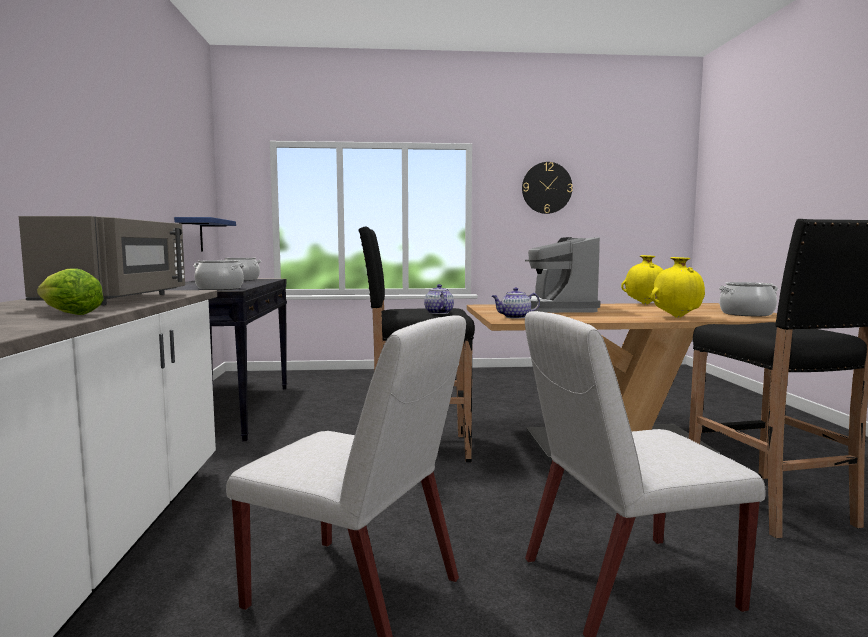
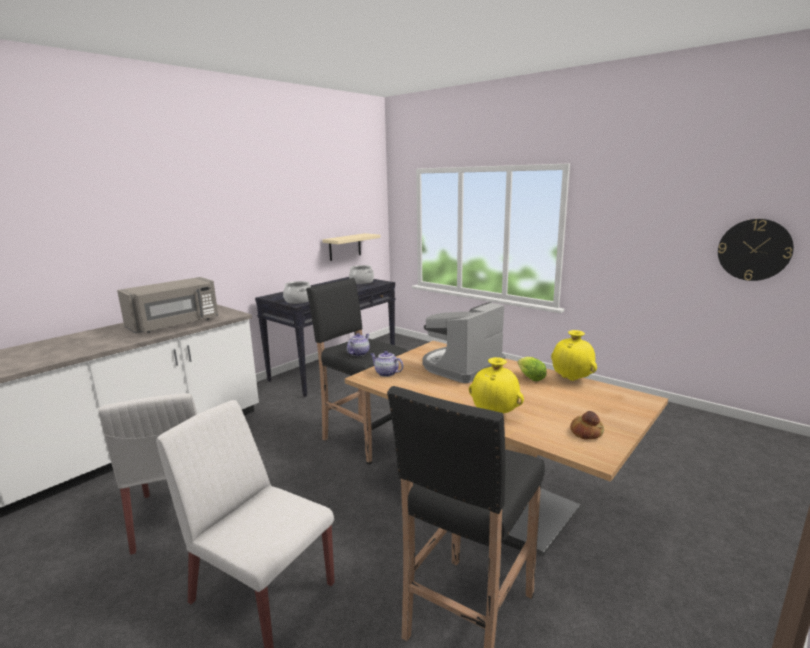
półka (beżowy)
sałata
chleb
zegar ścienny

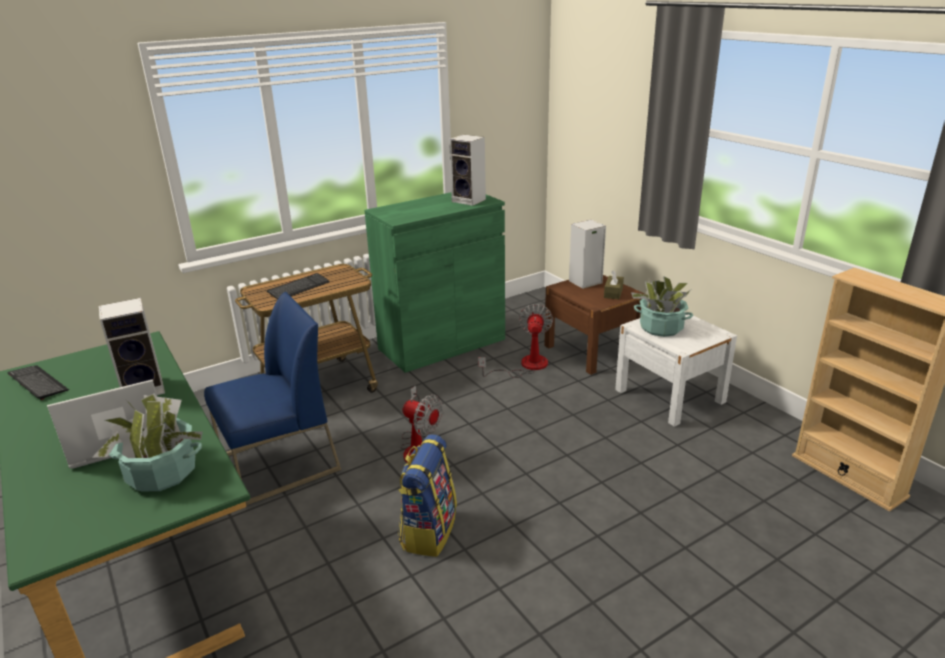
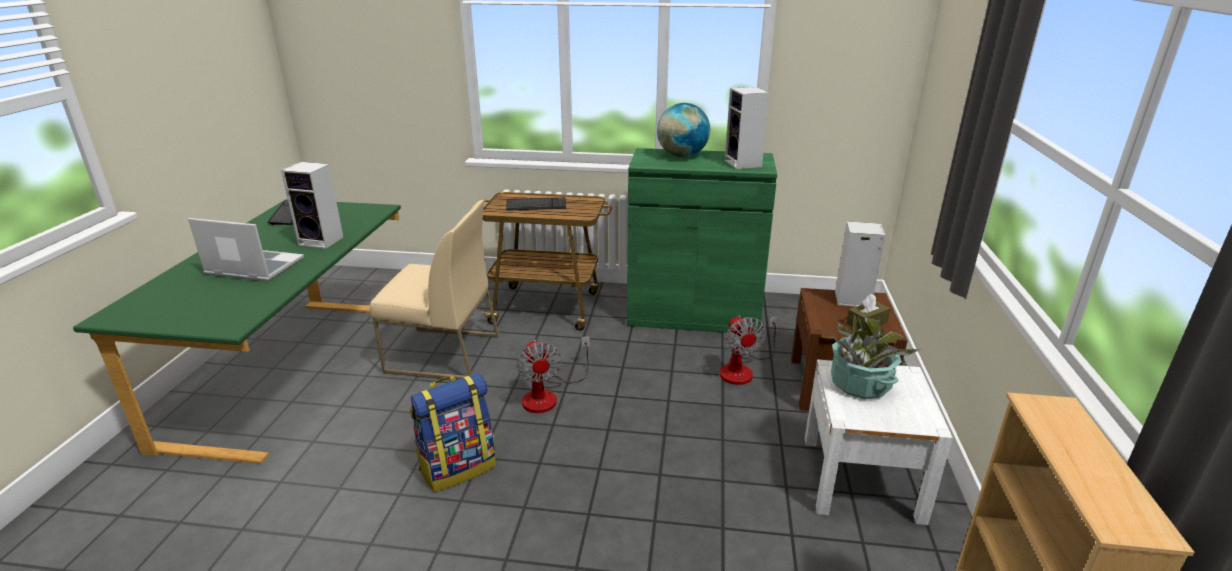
krzesło (beżowy)
globus
wentylator (no. 2 from left)
roślina doniczkowa (no. 1 from left in the first image)

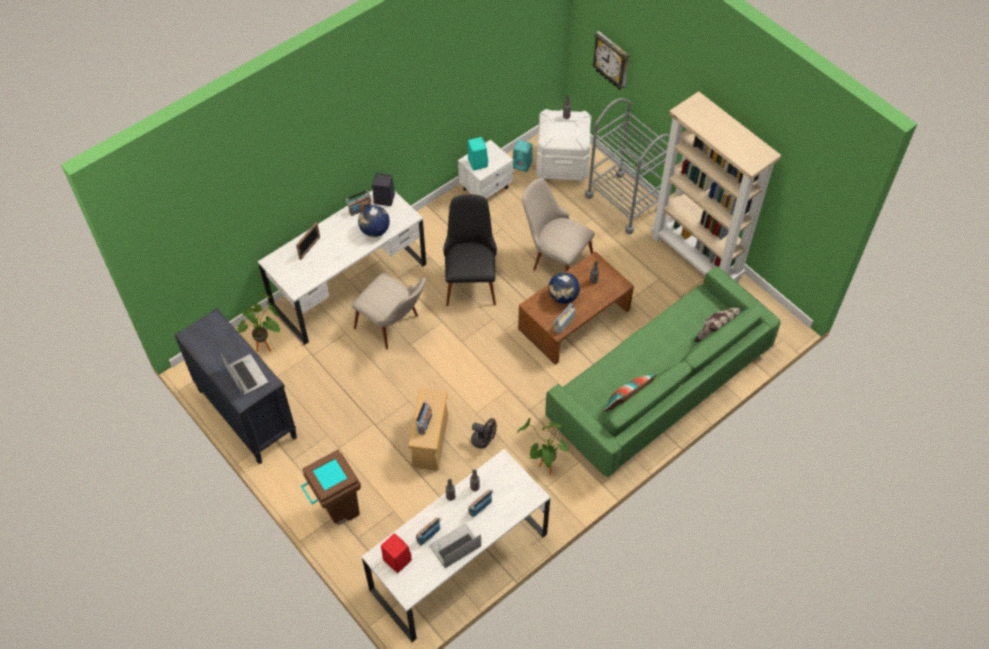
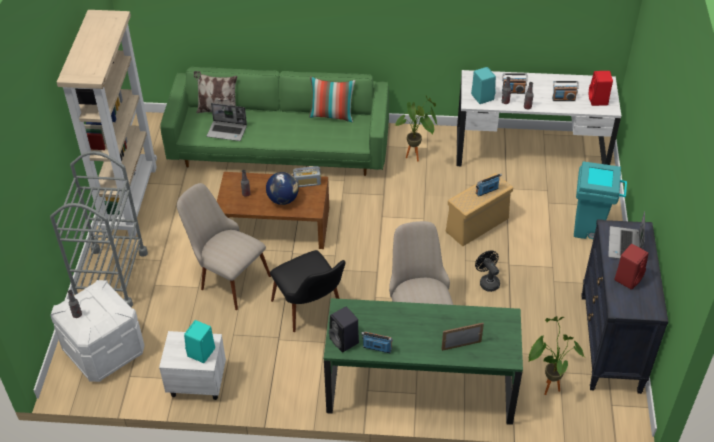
krzesło (beżowy) (no. 1 from left)
laptop (no. 1 from left)
krzesło (czarny)
biurko (zielony)
głośnik (turkusowy) (no. 2 from left)
wentylator (czarny)
kosz na śmieci (turkusowy)
głośnik (czerwony) (no. 2 from left)
globus (no. 1 from left in the first image)
zegar ścienny

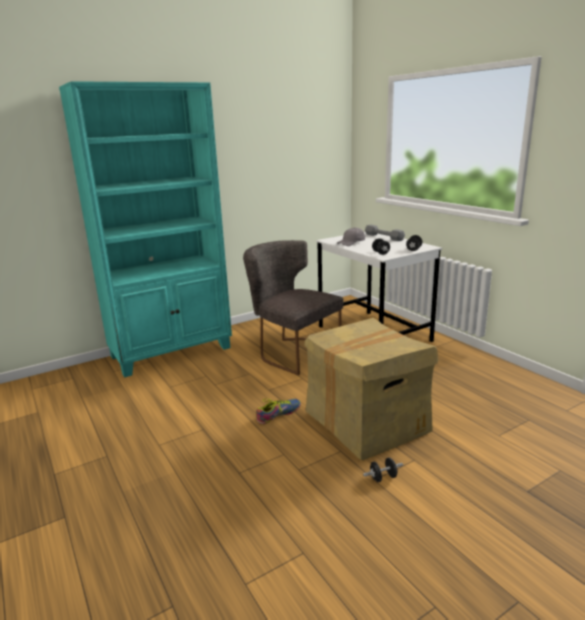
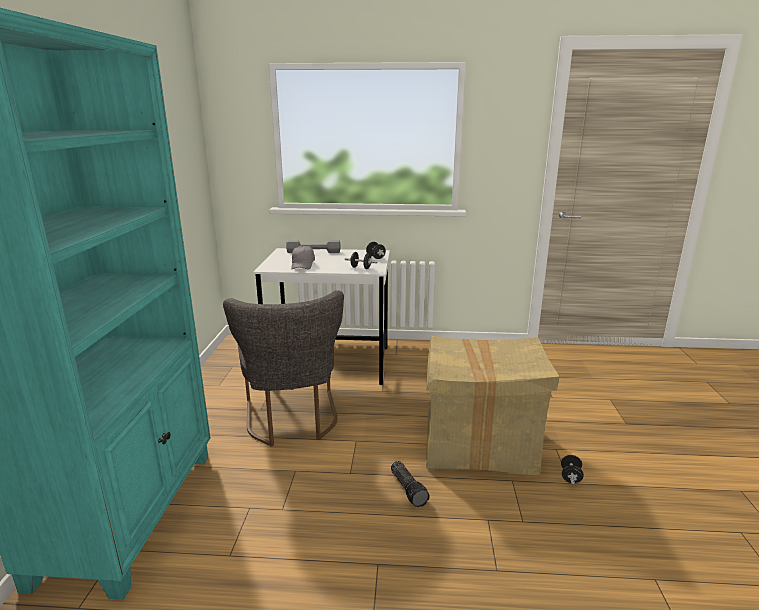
krzesło (szary)
latarka

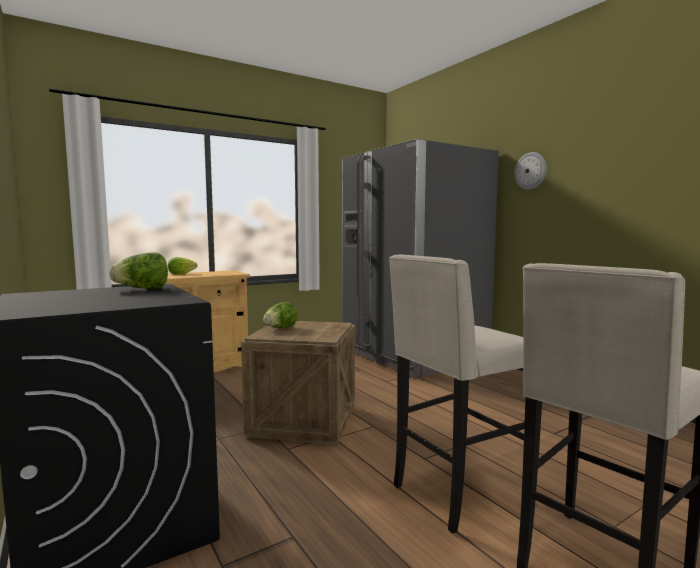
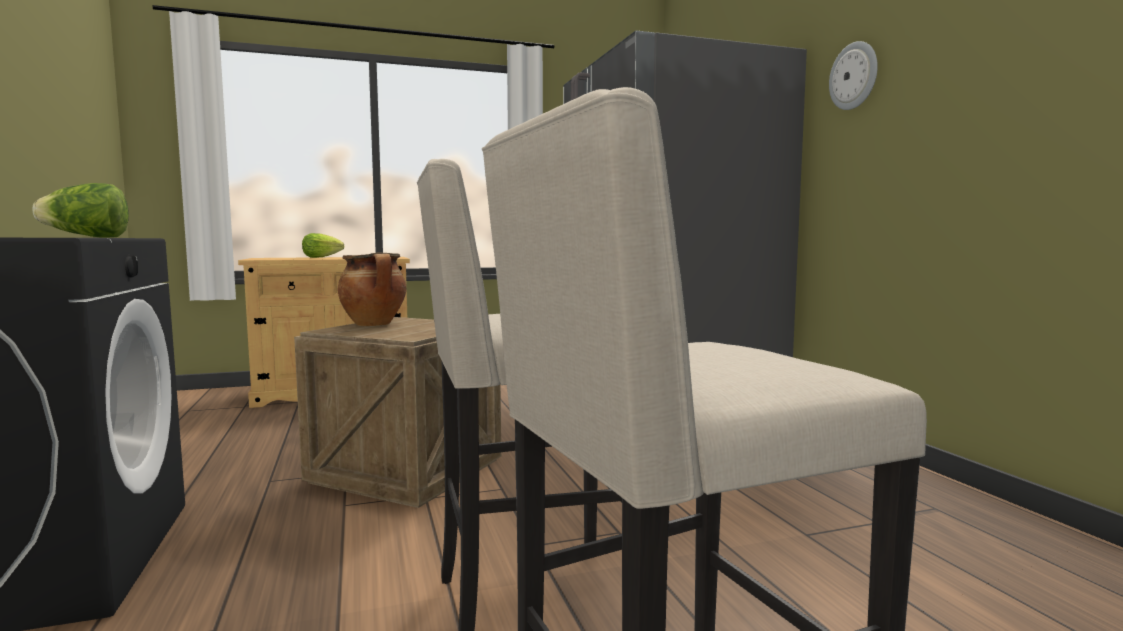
garnek

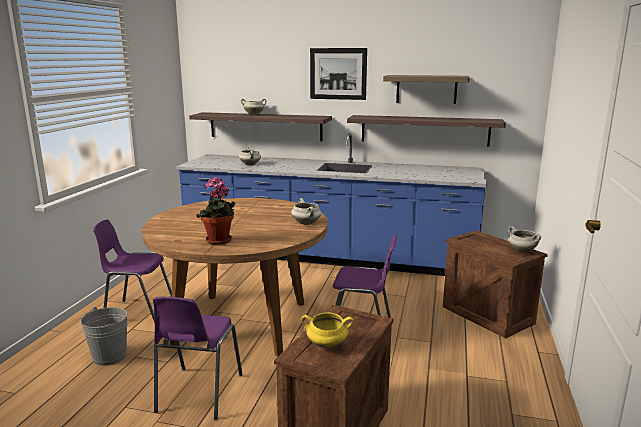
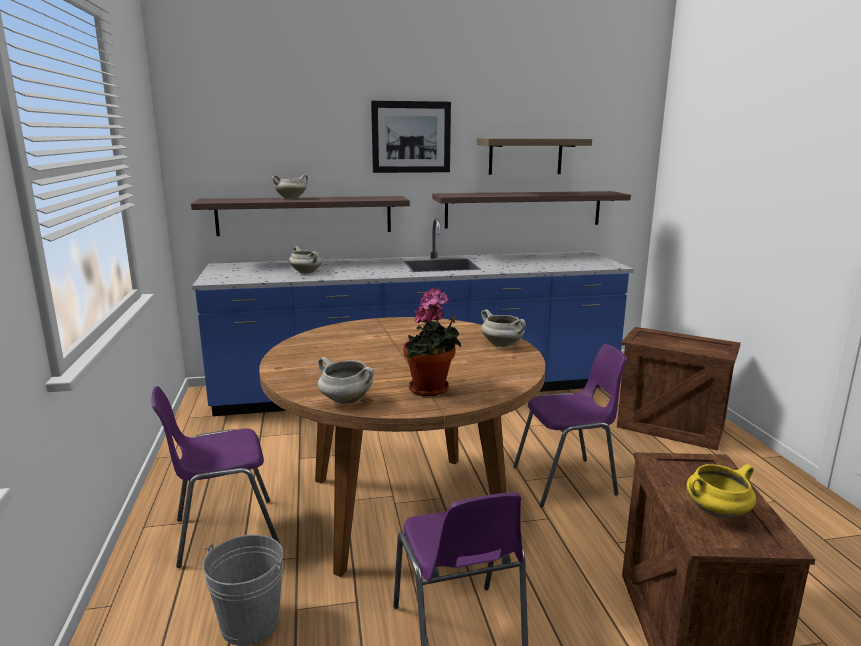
garnek (biały) (no. 3 from left)

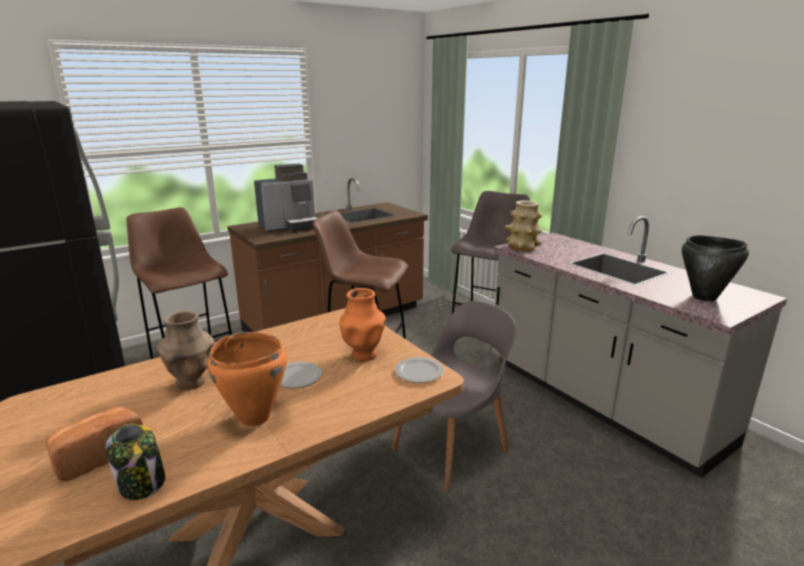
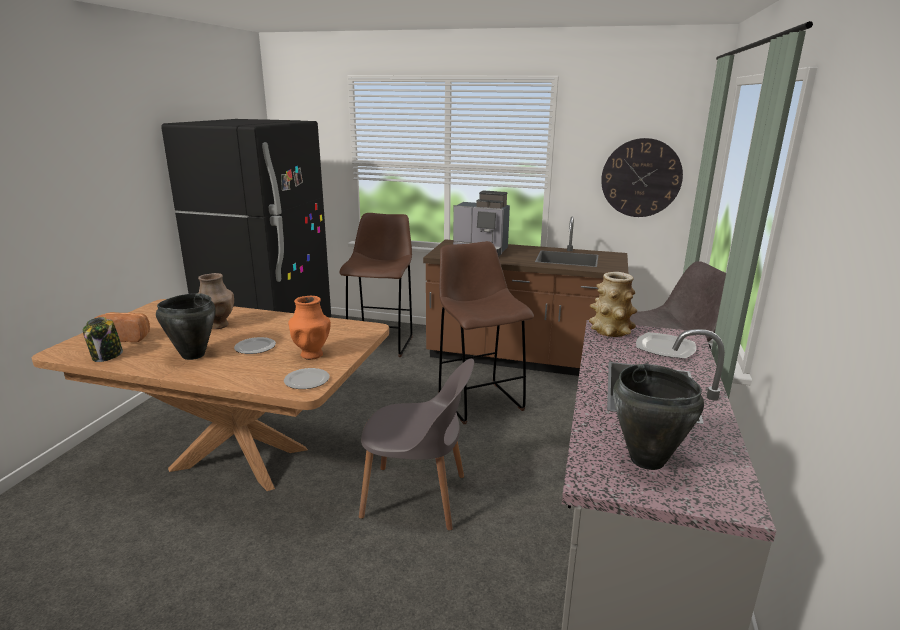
garnek (czarny) (no. 1 from left)
zegar ścienny
talerz (no. 3 from left)

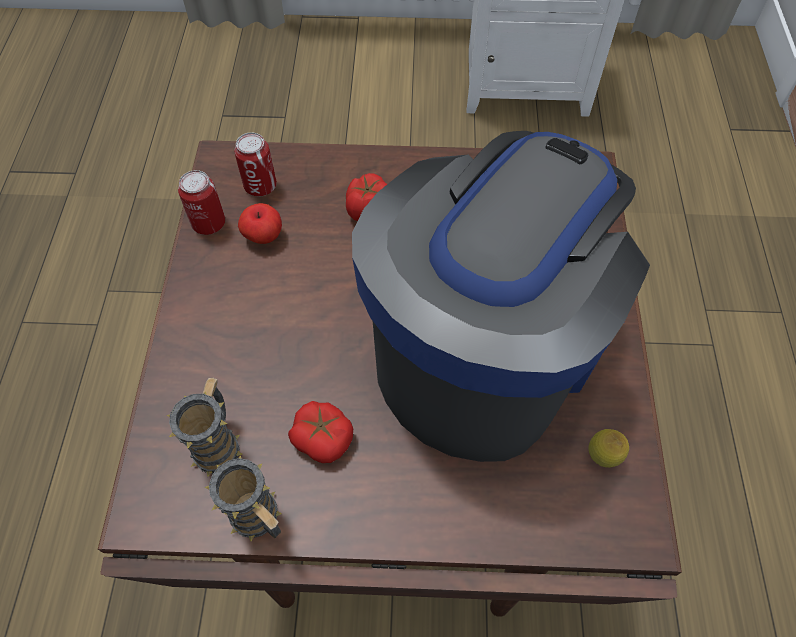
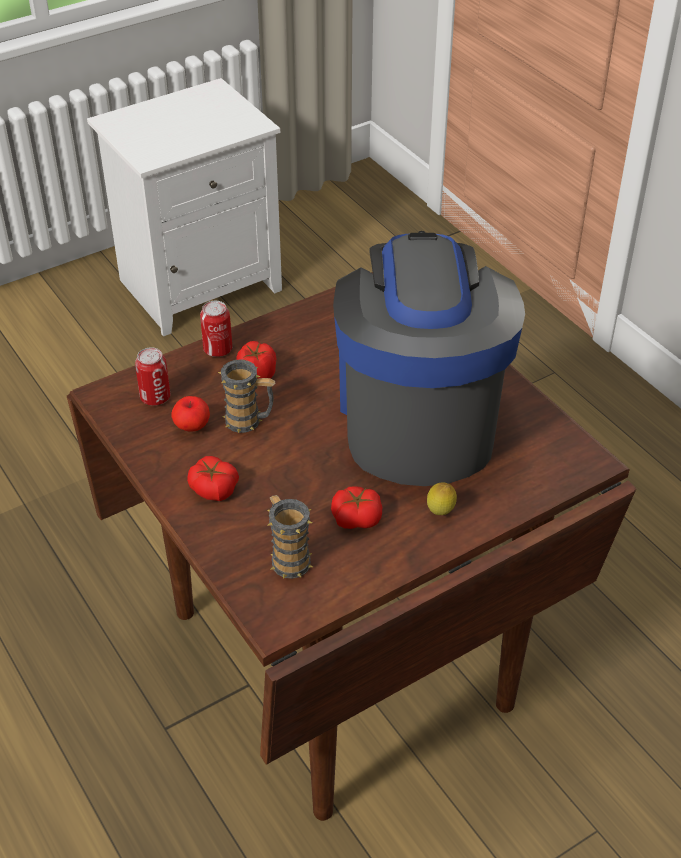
pomidor (no. 1 from left)
puszka (no. 2 from left)
kubek (no. 1 from left)
cytryna

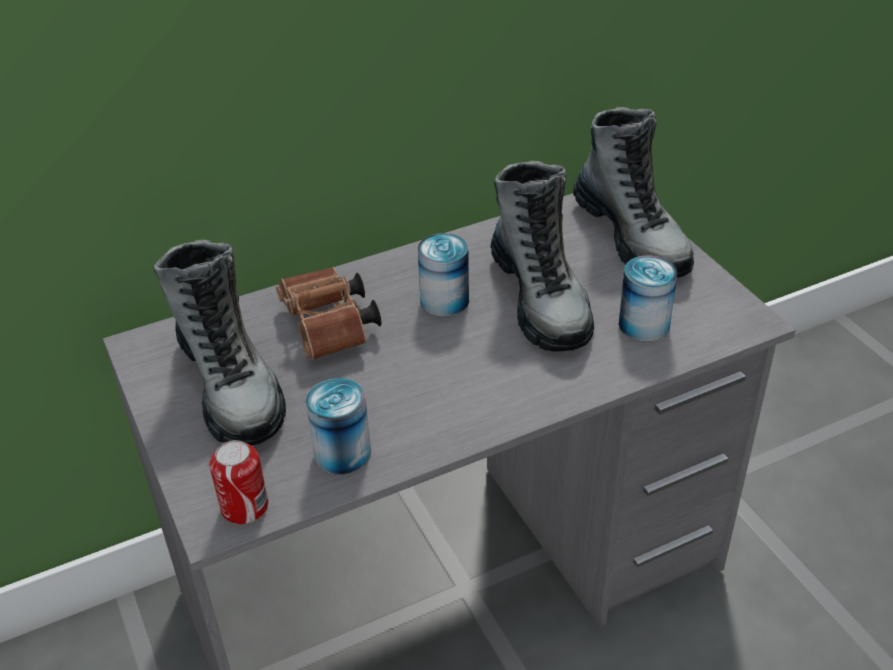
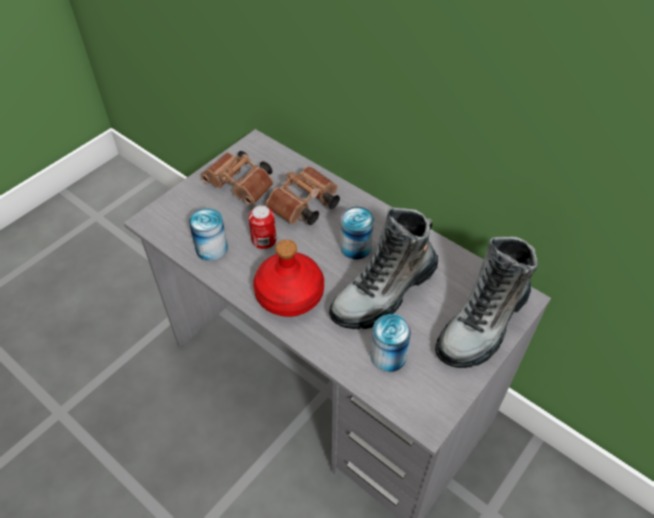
lornetka (brązowy) (no. 1 from left)
puszka (no. 2 from left)
butelka (czerwony)

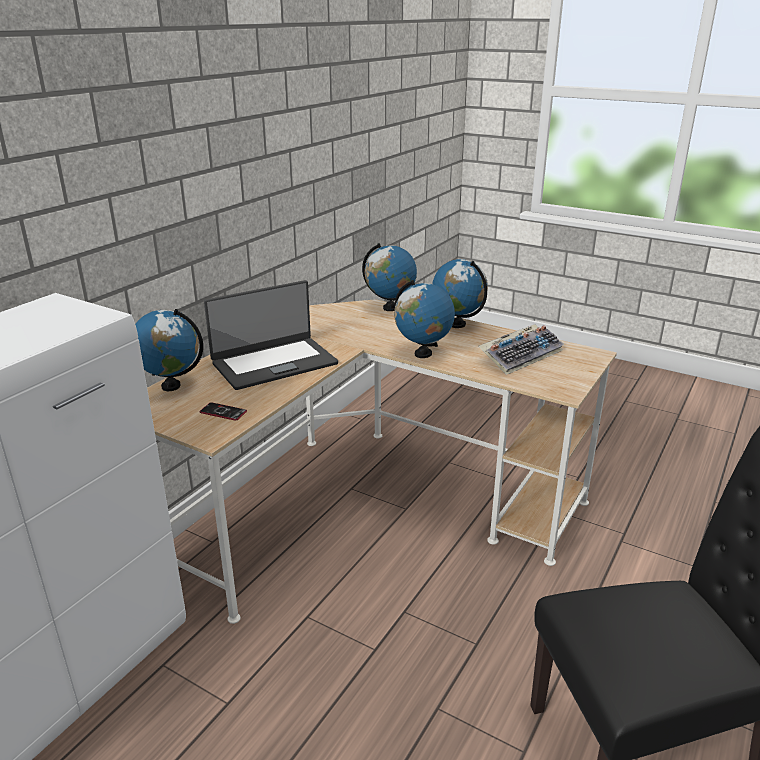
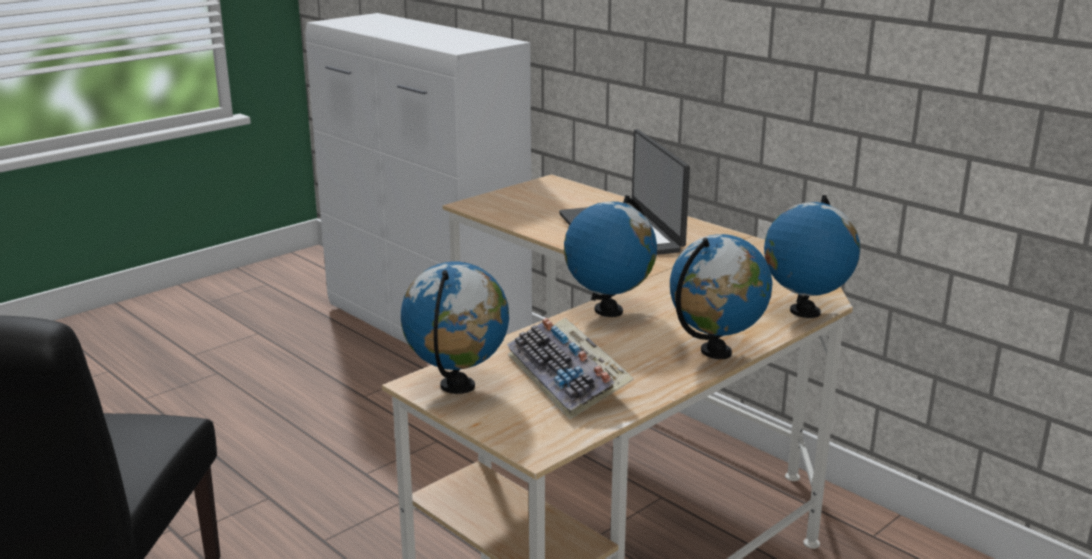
globus (no. 1 from left)
telefon

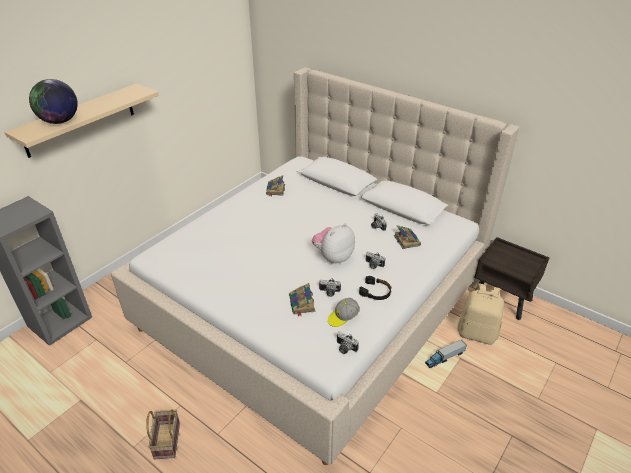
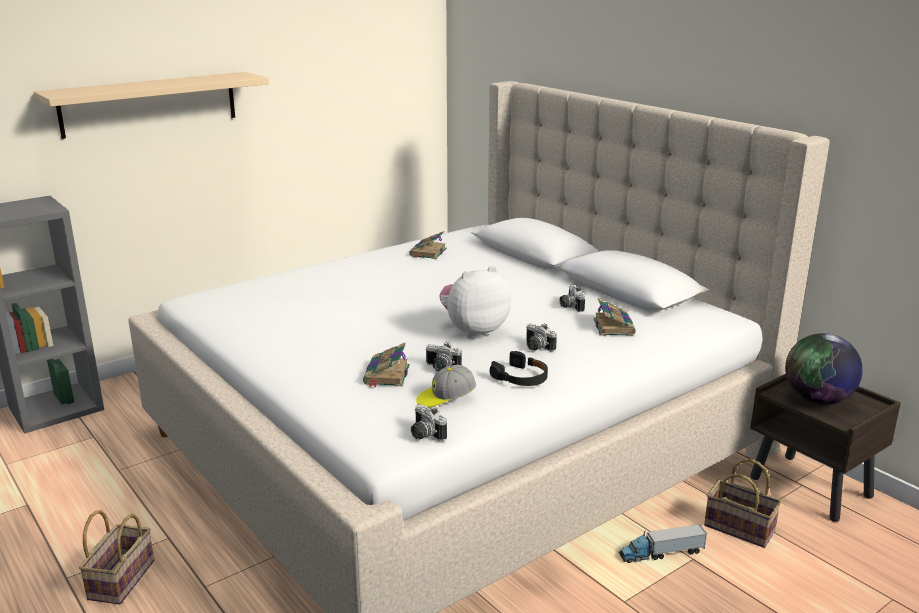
koszyk (no. 2 from left)
globus

